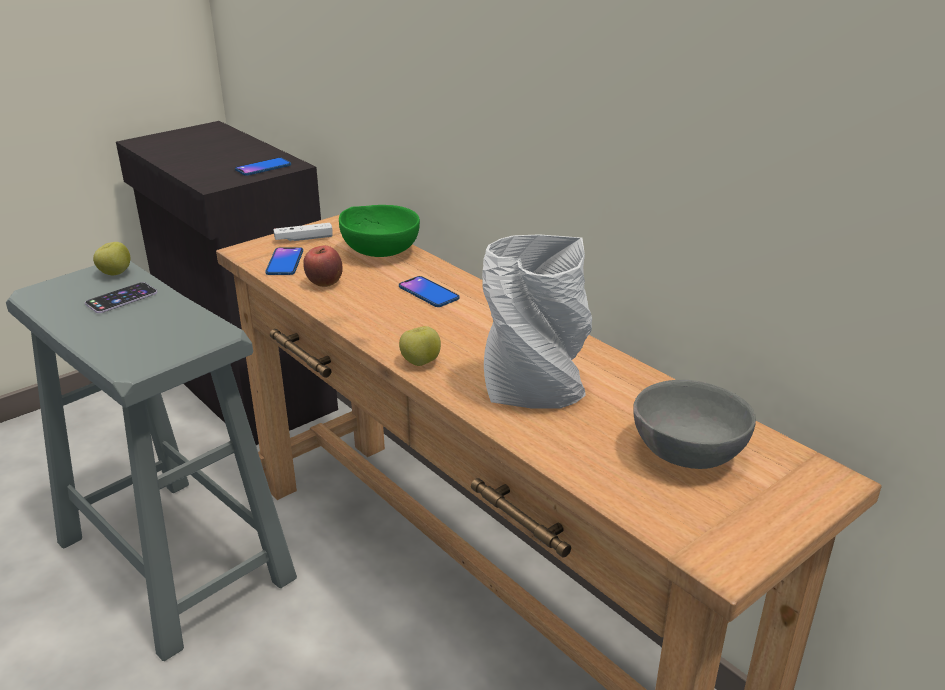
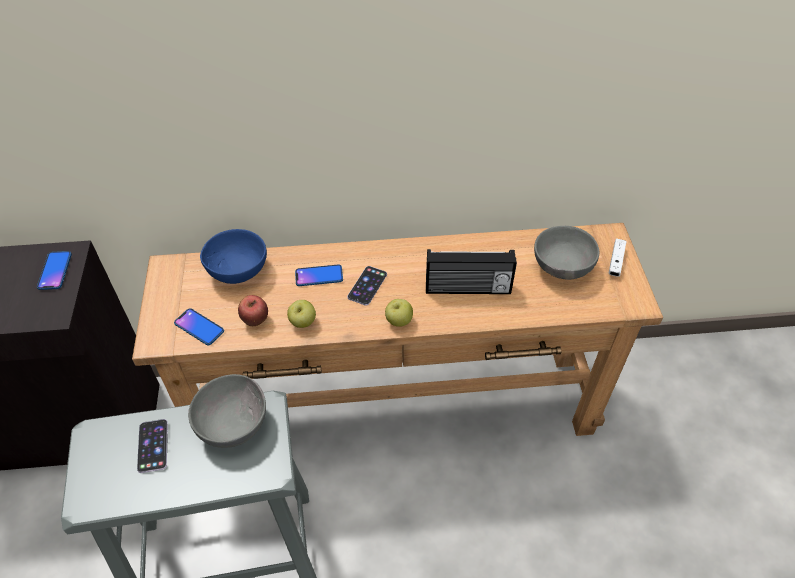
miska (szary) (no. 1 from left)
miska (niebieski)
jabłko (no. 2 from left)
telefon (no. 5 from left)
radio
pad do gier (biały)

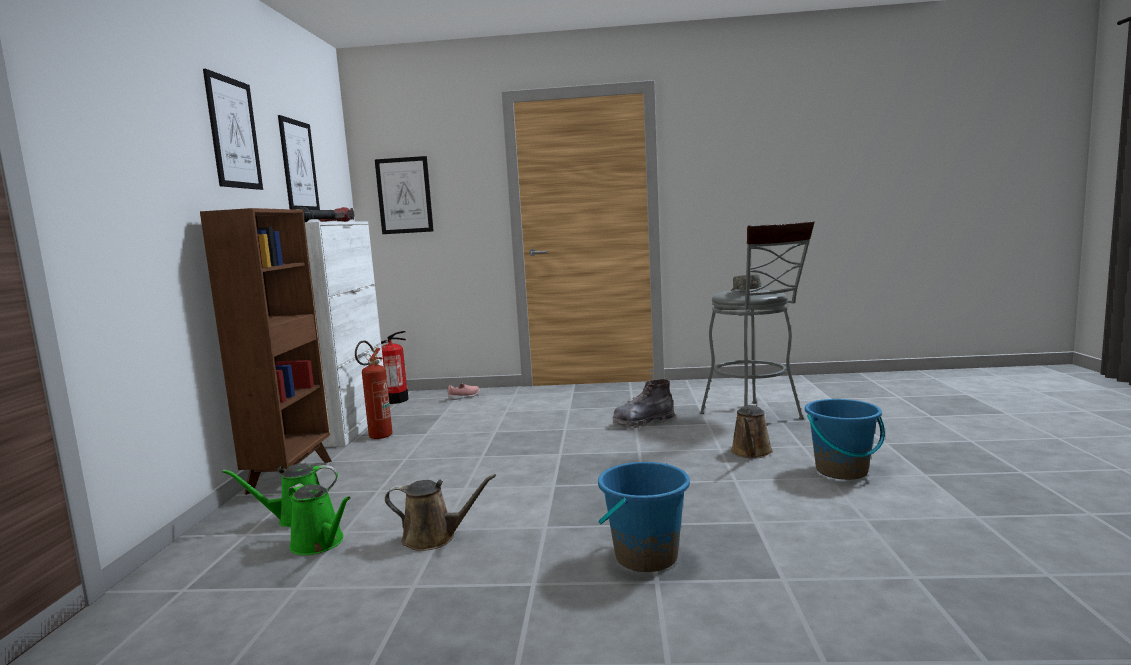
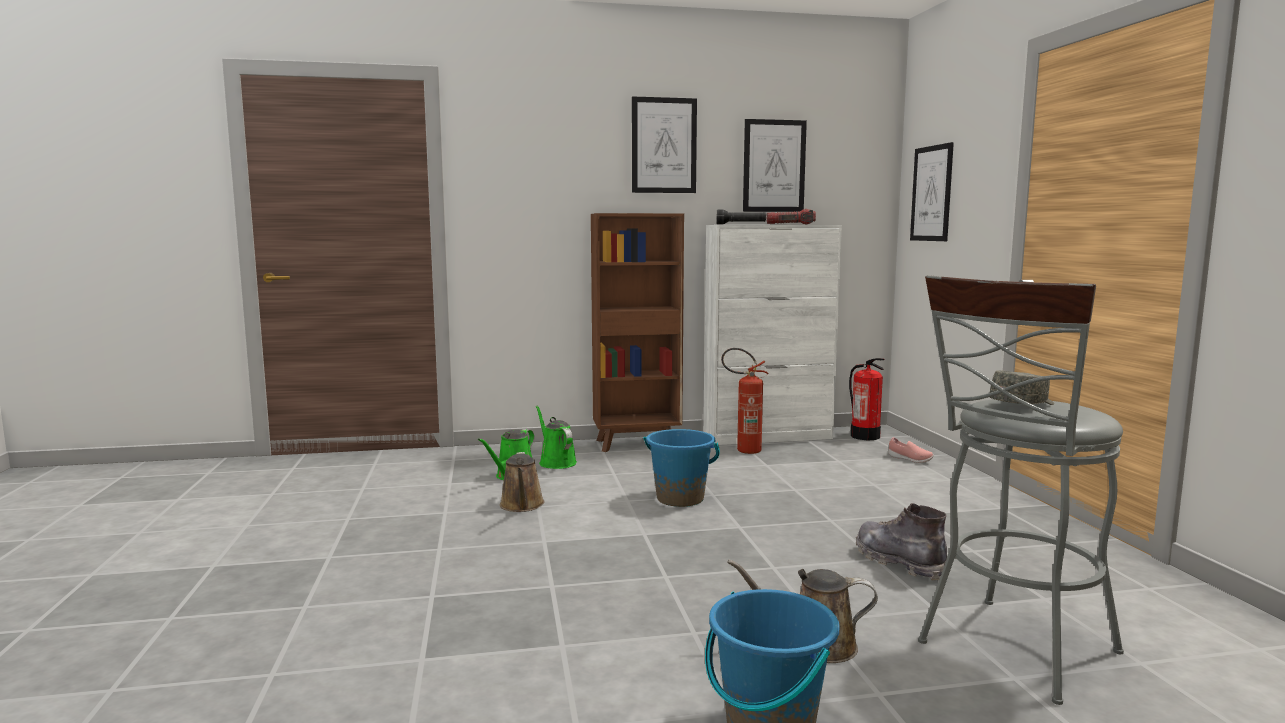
wiadro (niebieski) (no. 1 from left)

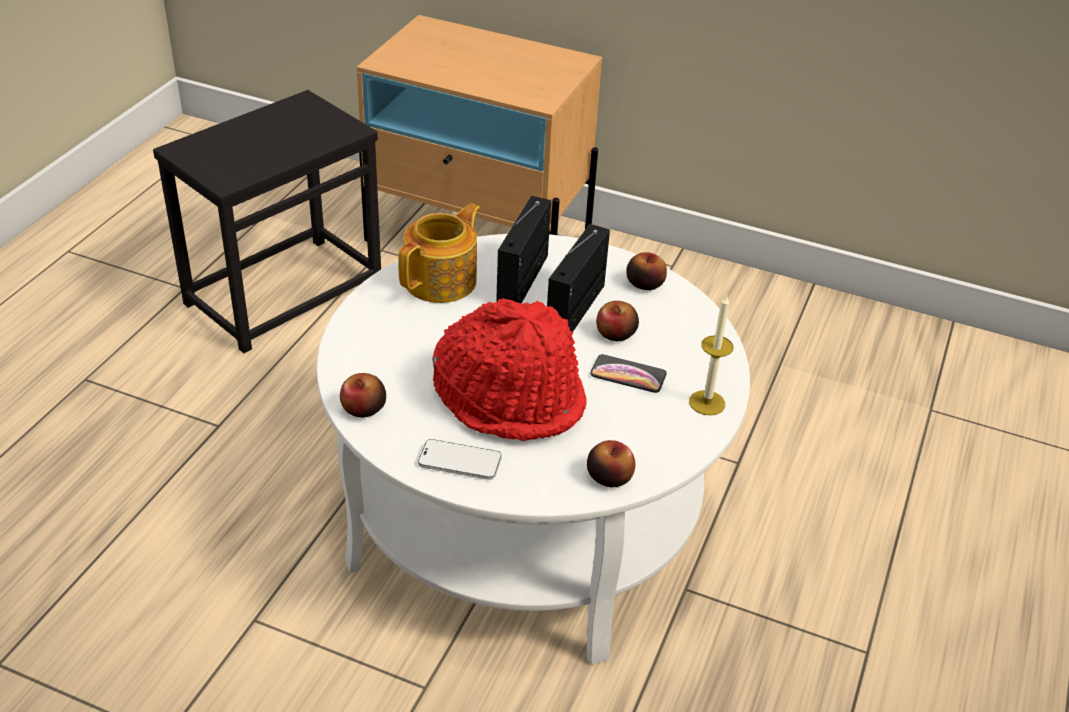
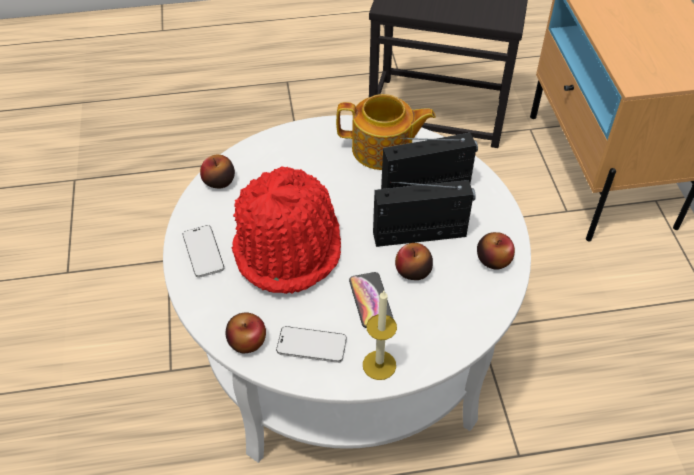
telefon (no. 2 from left)

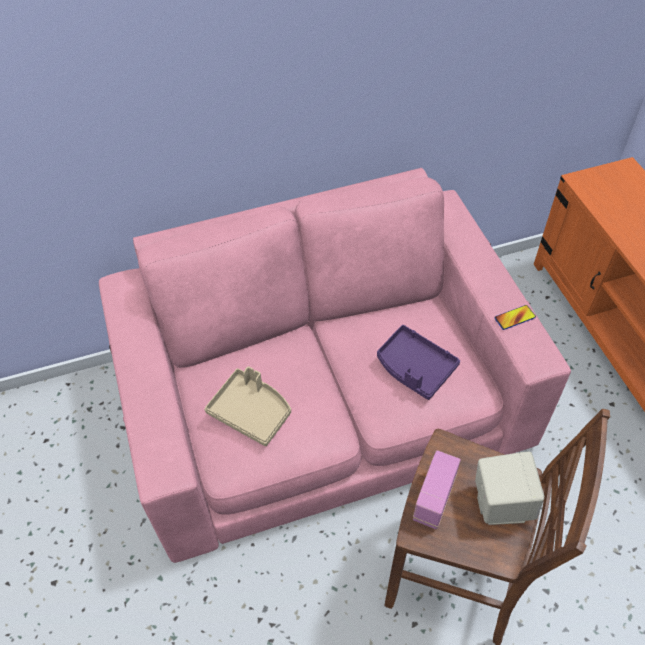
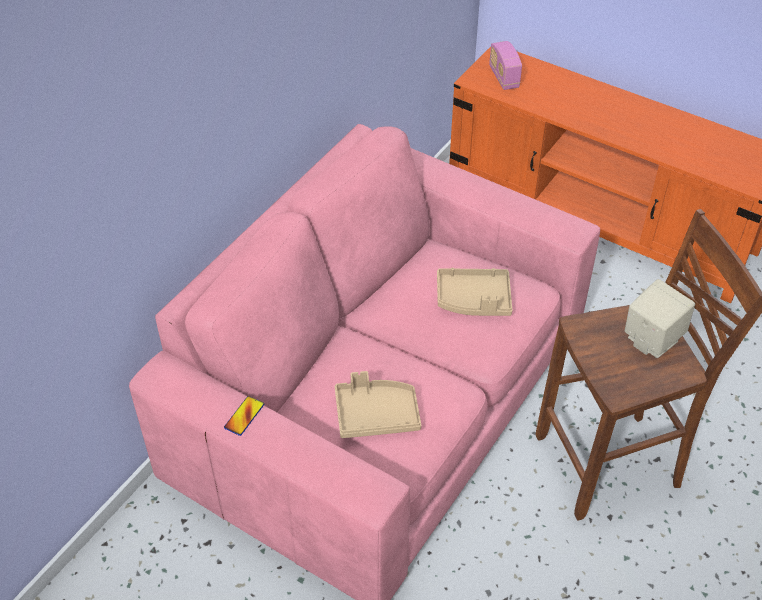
telefon
taca (beżowy) (no. 2 from left)
radio

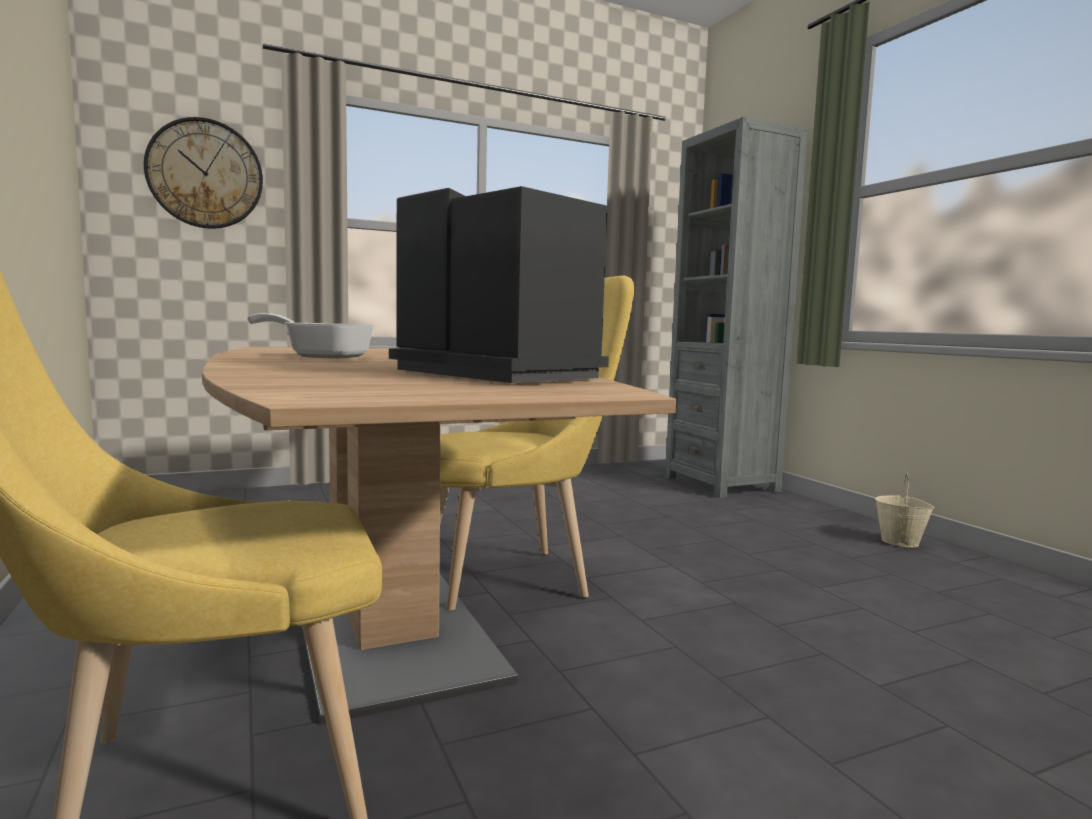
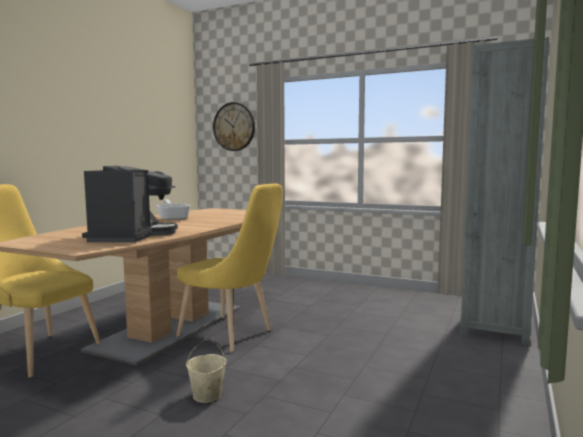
wiadro (beżowy)

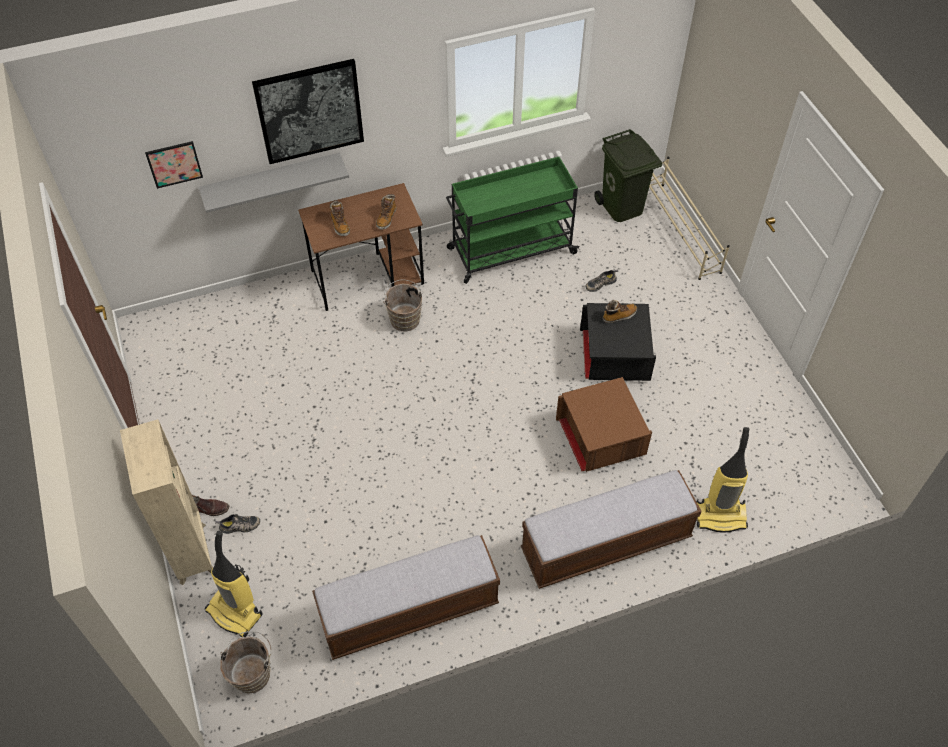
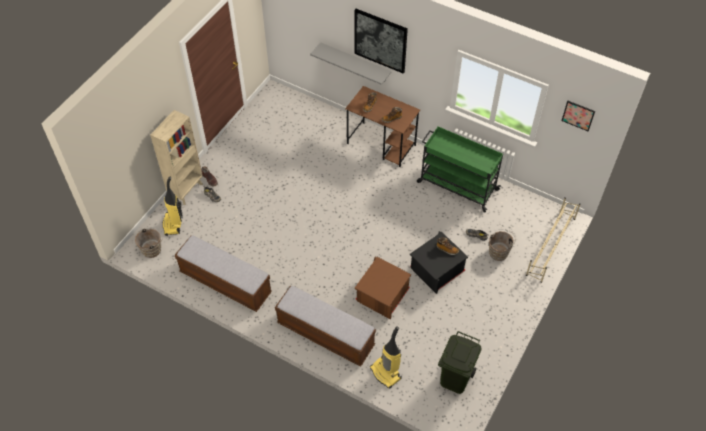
kosz na śmieci (zielony)
wiadro (brązowy) (no. 2 from left)
obraz (no. 2 from left)

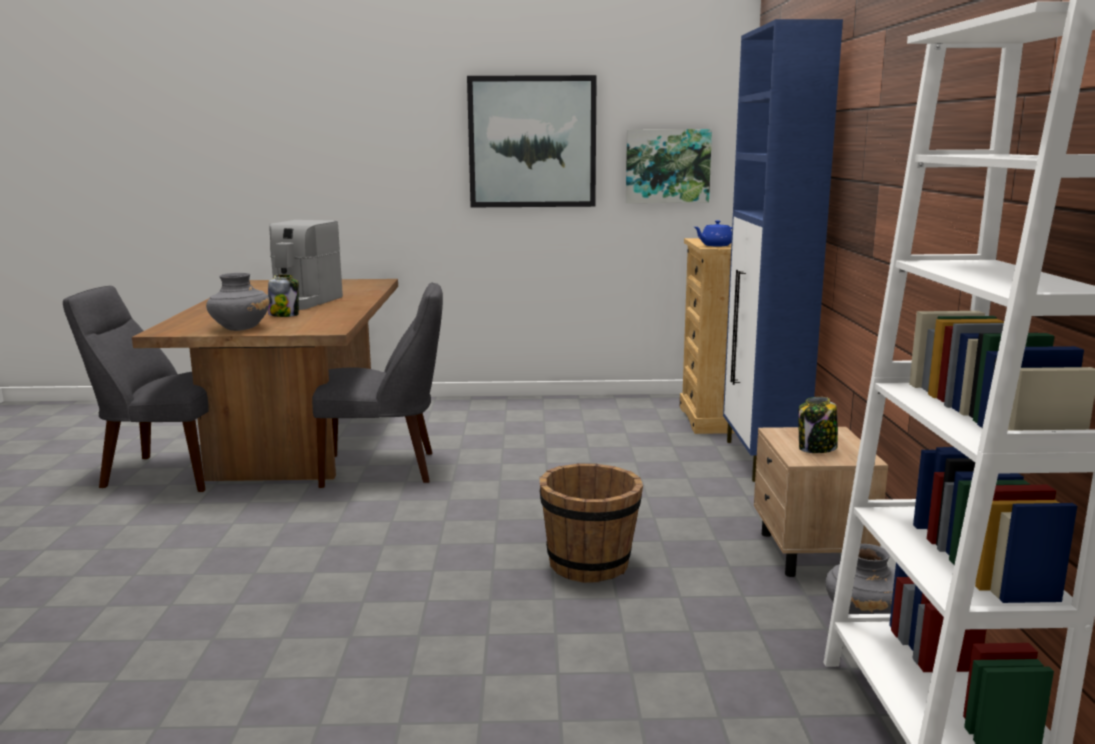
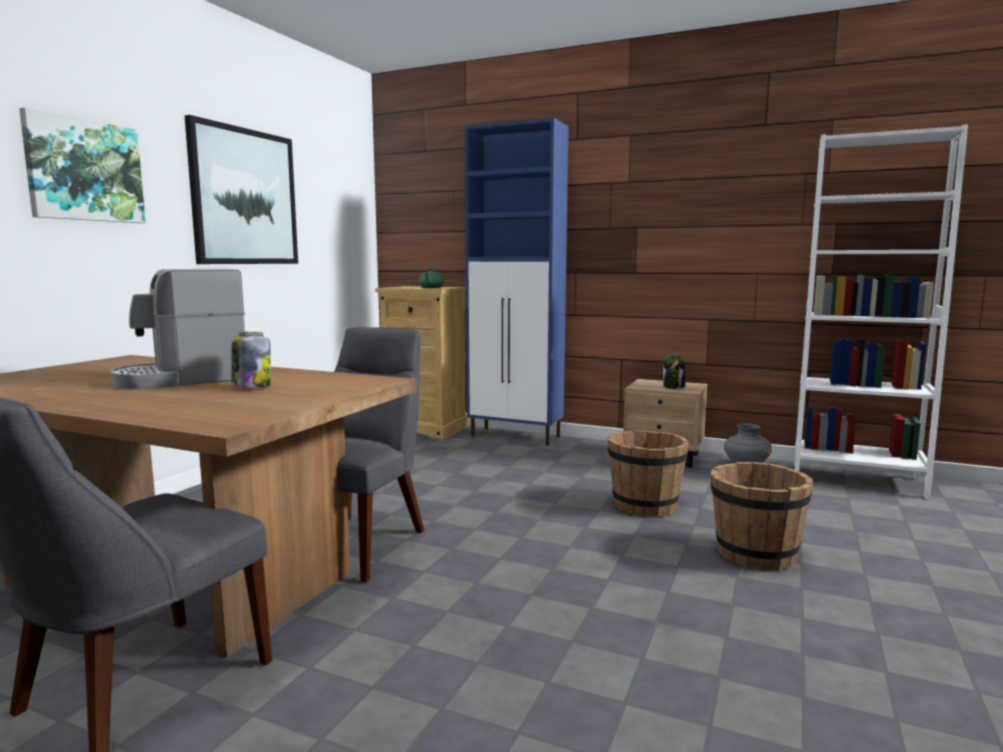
obraz (no. 1 from left)
ekspres do kawy
imbryk (zielony)
wiadro (brązowy) (no. 2 from left)
wazon (szary) (no. 1 from left in the first image)

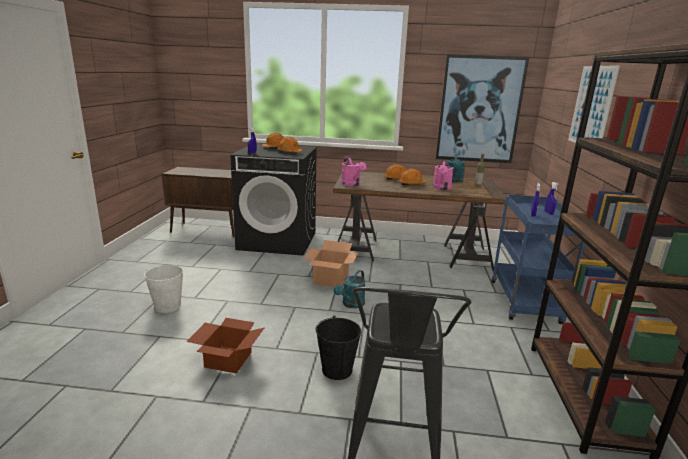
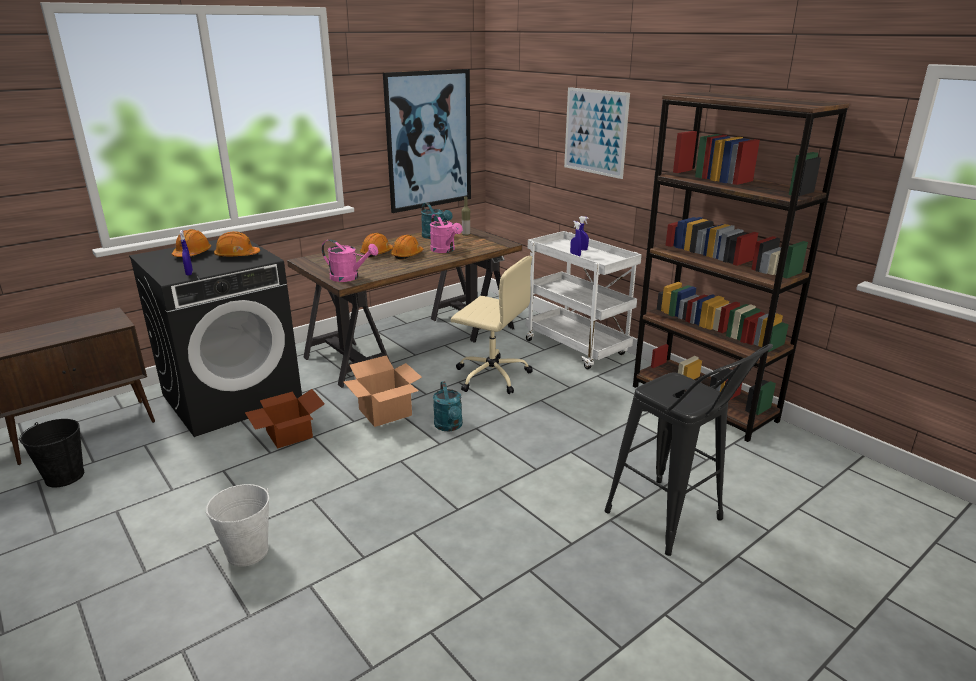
wiadro (czarny)
karton (no. 1 from left)
krzesło biurowe (beżowy)
wózek (biały)

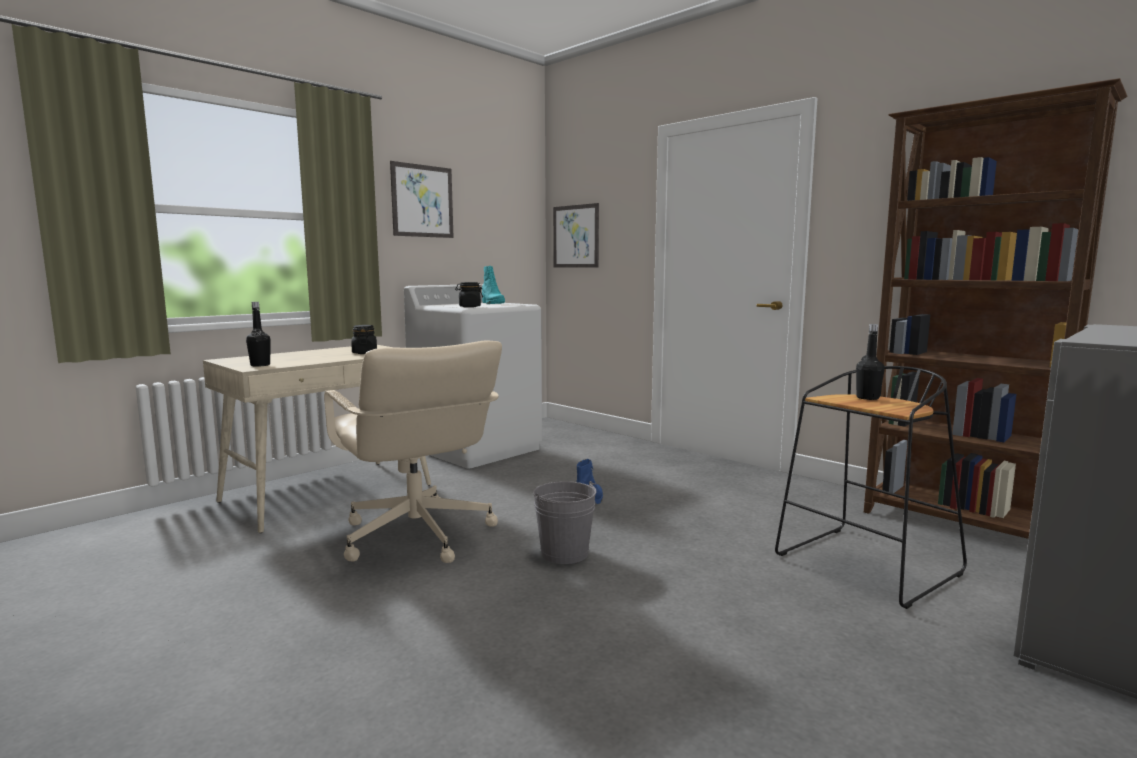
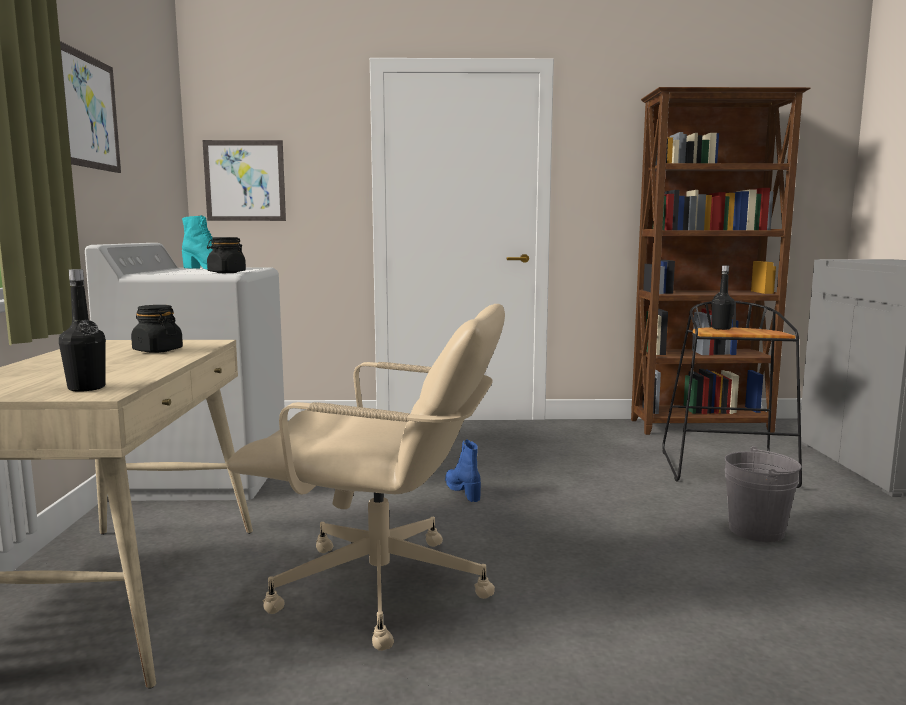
wiadro (szary)

